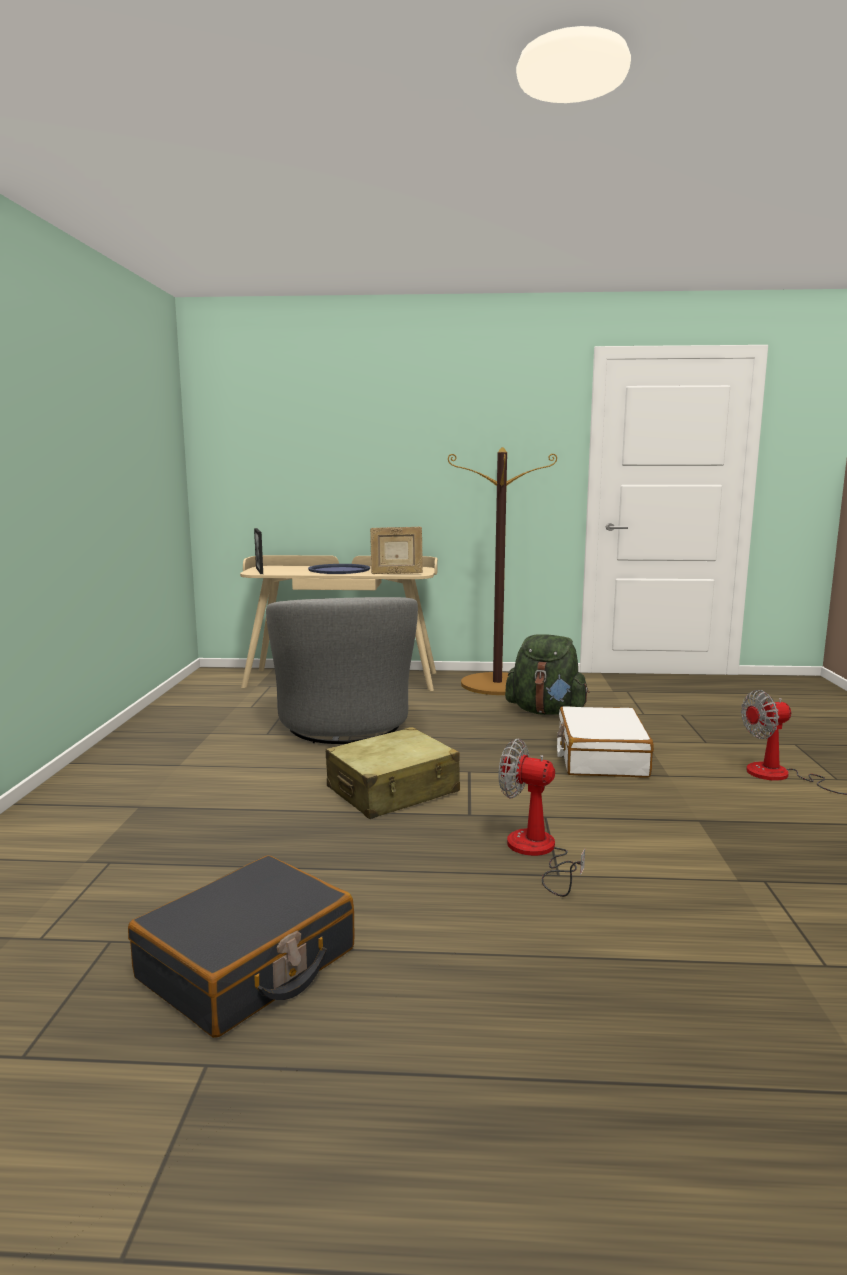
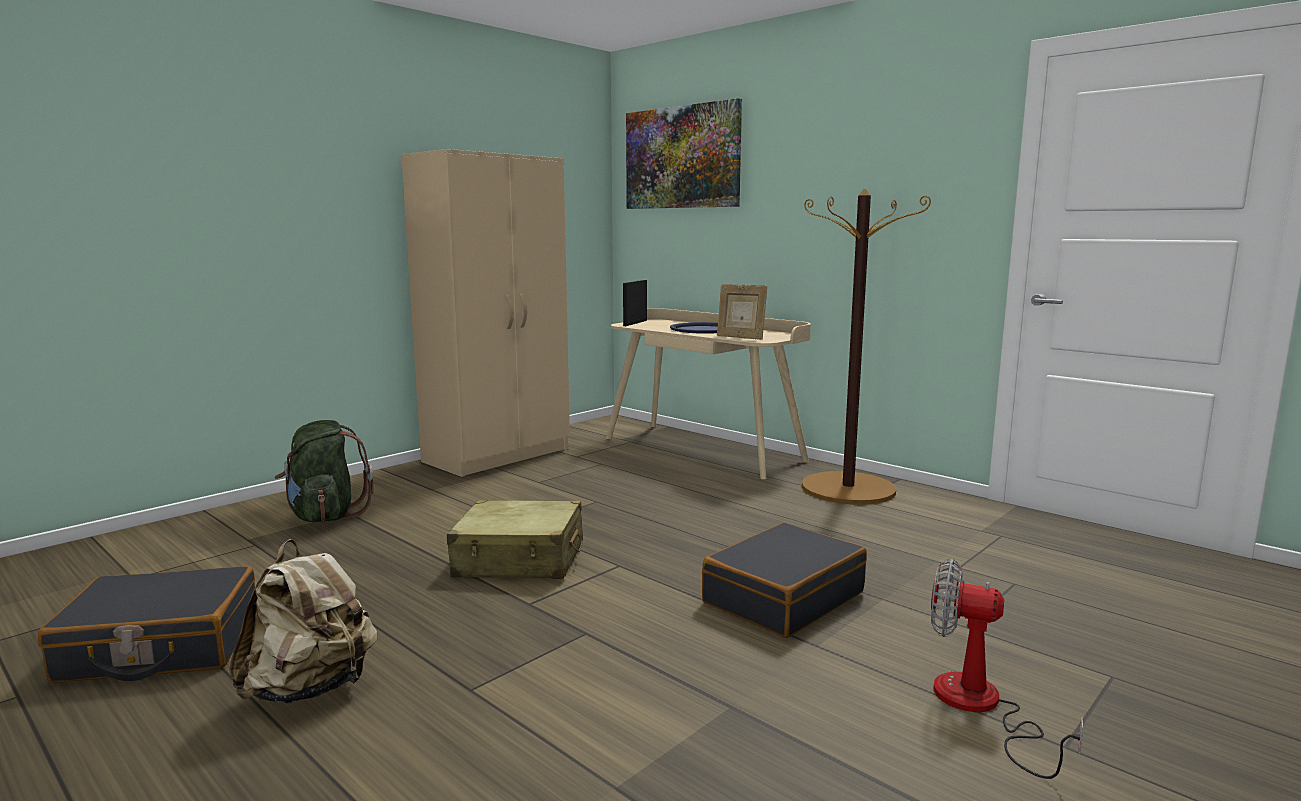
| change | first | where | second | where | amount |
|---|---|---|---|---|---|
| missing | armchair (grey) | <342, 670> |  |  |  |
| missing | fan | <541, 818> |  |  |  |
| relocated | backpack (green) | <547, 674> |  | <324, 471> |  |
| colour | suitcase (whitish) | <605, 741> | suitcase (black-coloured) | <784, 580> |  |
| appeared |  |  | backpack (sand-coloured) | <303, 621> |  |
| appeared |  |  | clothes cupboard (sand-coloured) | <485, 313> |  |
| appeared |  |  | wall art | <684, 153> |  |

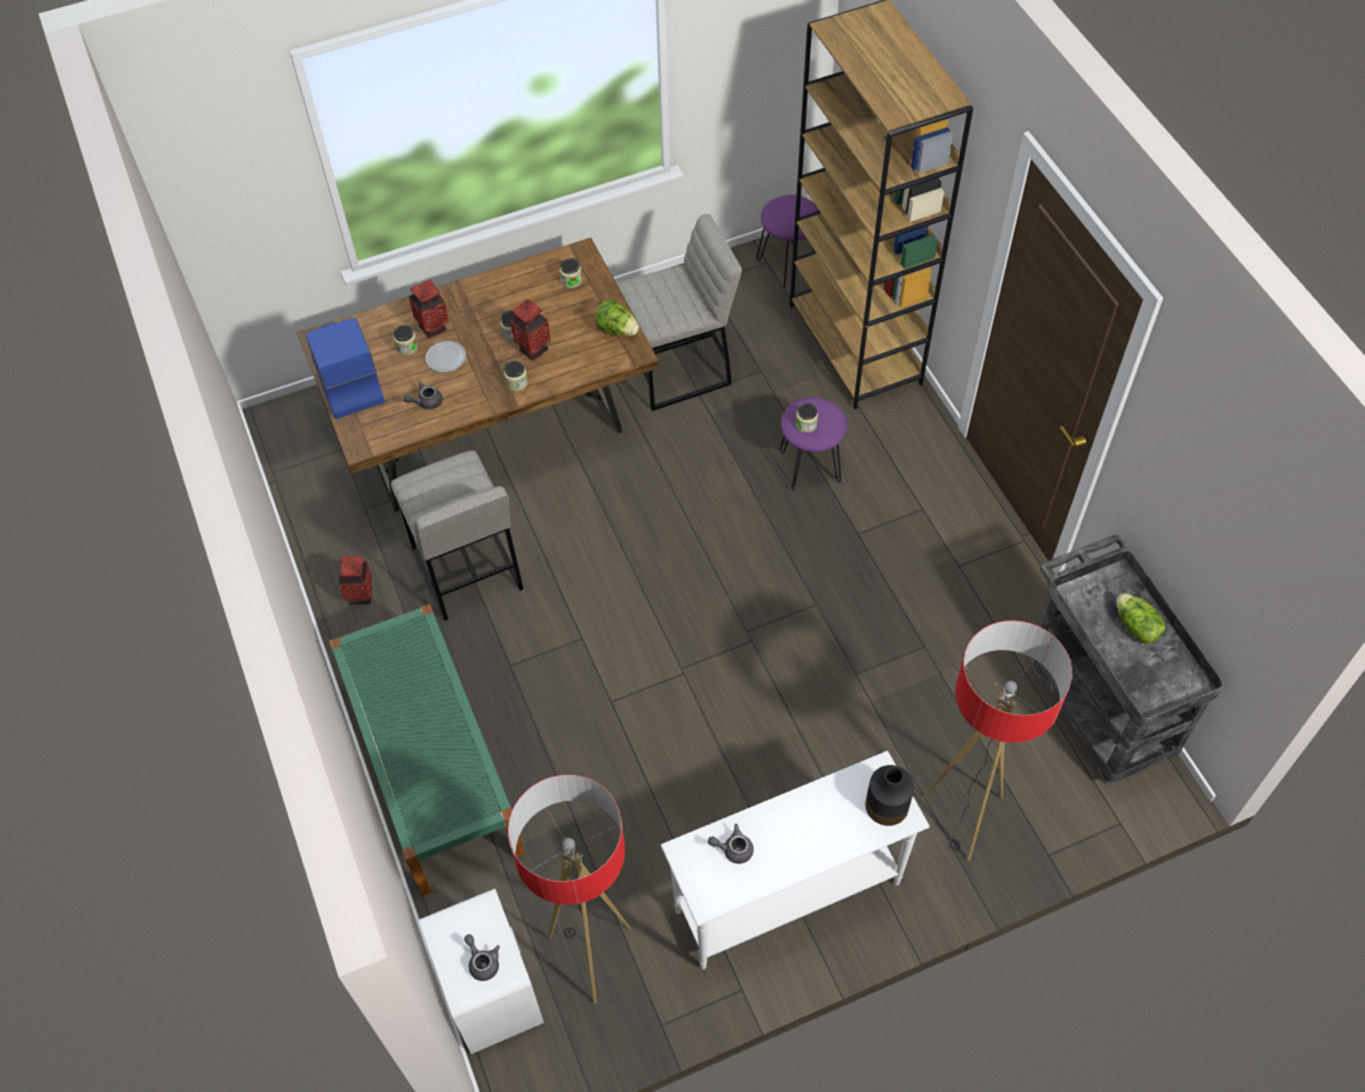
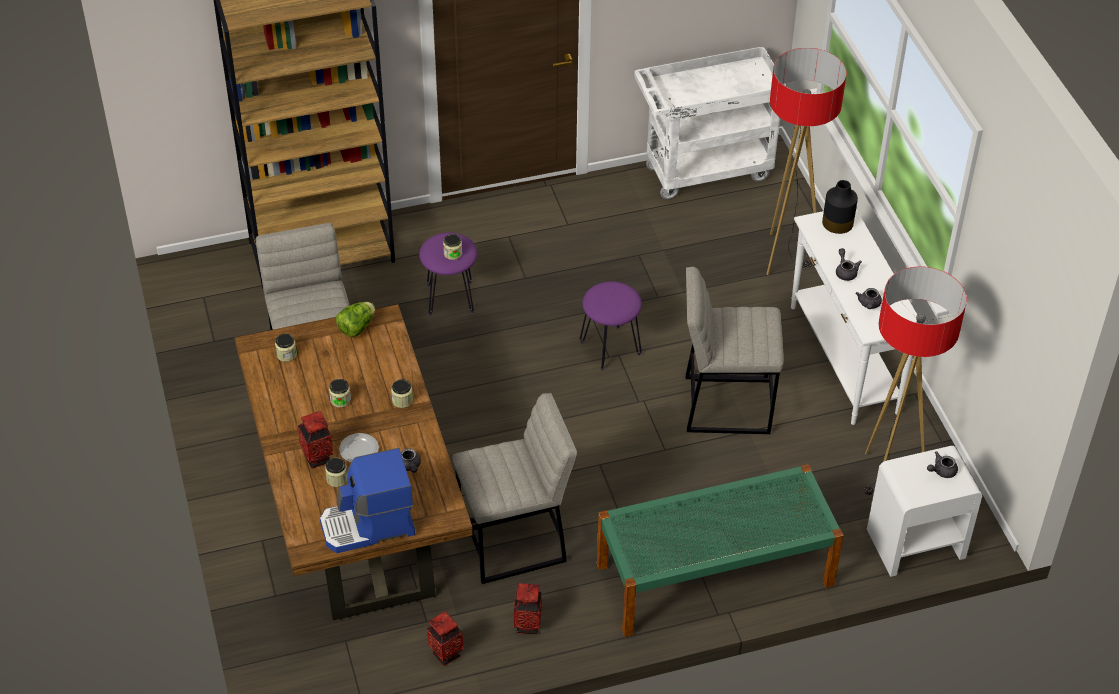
| change | first | where | second | where | amount |
|---|---|---|---|---|---|
| relocated | vase | <530, 330> |  | <445, 638> |  |
| relocated | sitting stool (purple-coloured) | <787, 241> |  | <611, 325> |  |
| colour | trolley (black-coloured) | <1127, 659> | trolley (whitish) | <710, 123> |  |
| missing | lettuce head | <1140, 618> |  |  |  |
| appeared |  |  | plain chair (grey) | <735, 350> |  |
| appeared |  |  | teapot (grey) | <849, 264> |  |

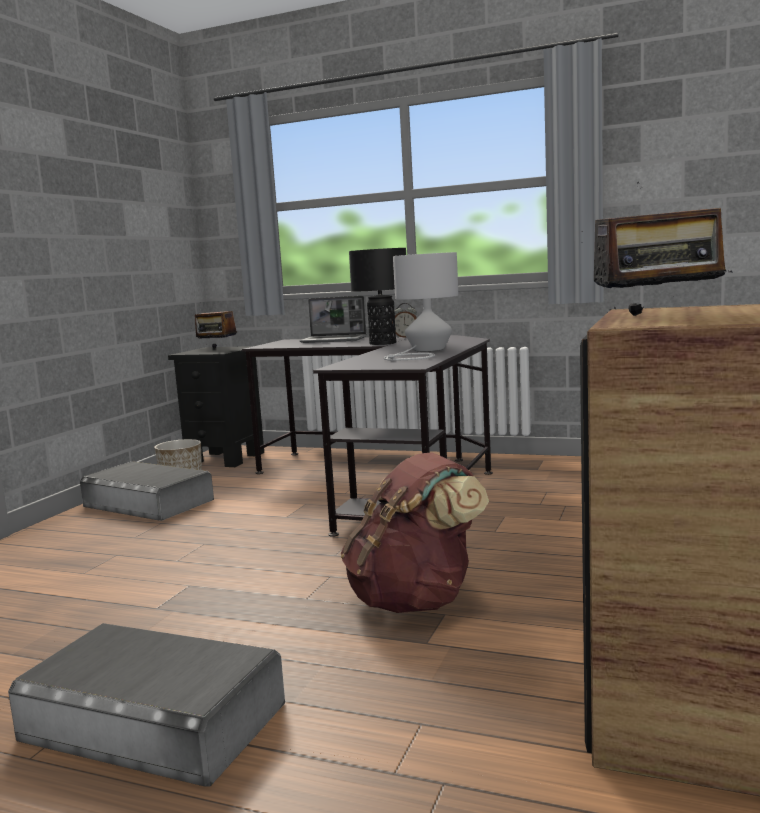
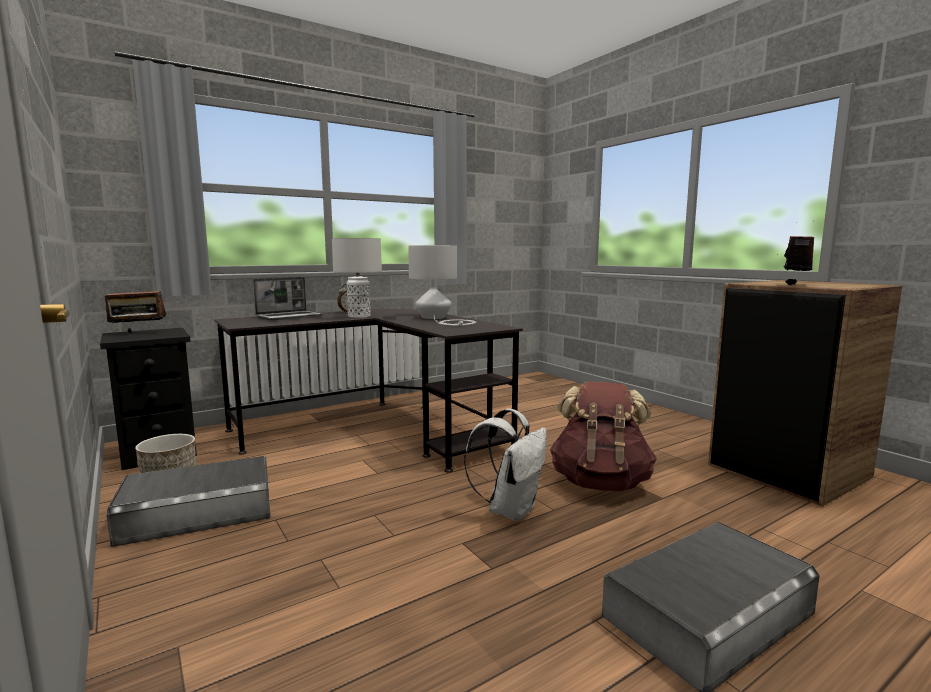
| change | first | where | second | where | amount |
|---|---|---|---|---|---|
| colour | lamp for a table (black-coloured) | <377, 296> | lamp for a table (whitish) | <357, 278> |  |
| appeared |  |  | backpack (whitish) | <505, 465> |  |

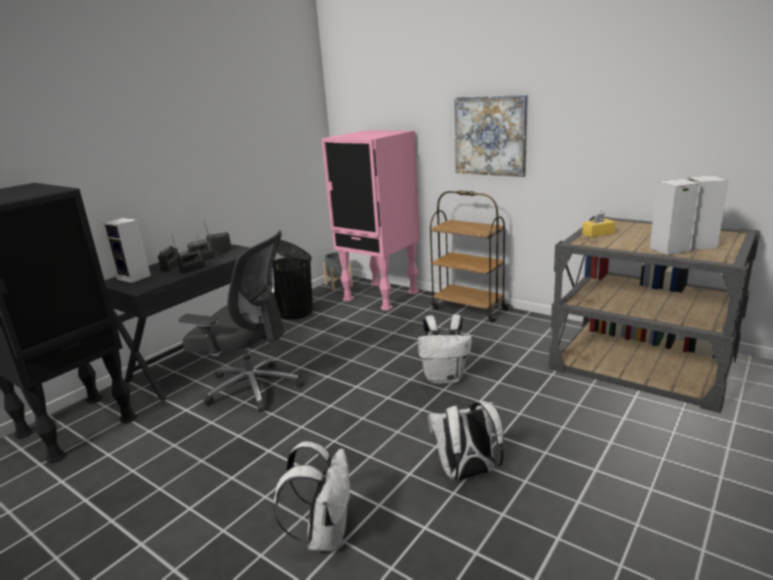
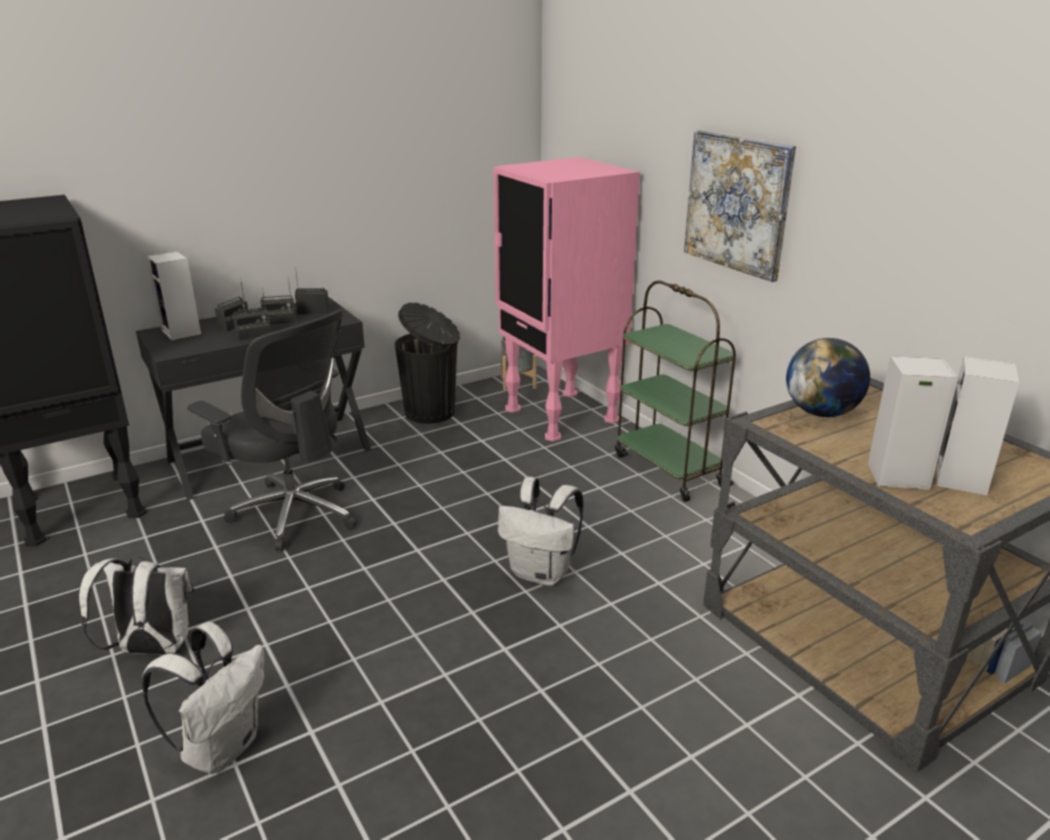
| change | first | where | second | where | amount |
|---|---|---|---|---|---|
| relocated | backpack (whitish) | <466, 441> |  | <136, 606> |  |
| colour | trolley (brownish) | <471, 256> | trolley (green) | <675, 391> |  |
| exchanged | box of tissues (yellow-coloured) | <599, 224> | world globe | <828, 377> |  |

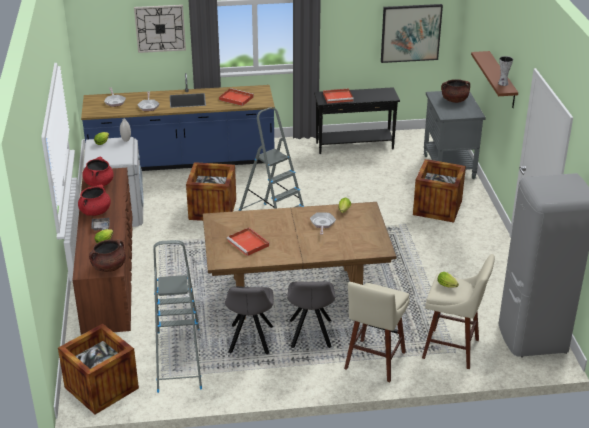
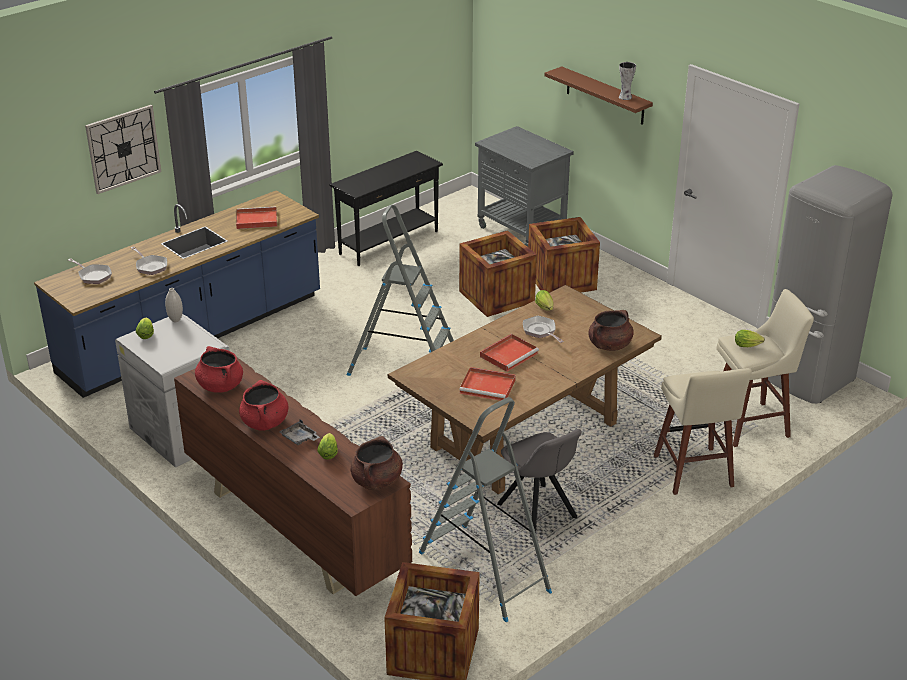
| change | first | where | second | where | amount |
|---|---|---|---|---|---|
| relocated | packing crate | <211, 191> |  | <498, 273> |  |
| missing | plain chair (grey) | <311, 314> |  |  |  |
| relocated | carrying tray (red) | <338, 95> |  | <509, 353> |  |
| missing | wall art | <412, 33> |  |  |  |
| relocated | stockpot (brownish) | <455, 91> |  | <611, 330> |  |

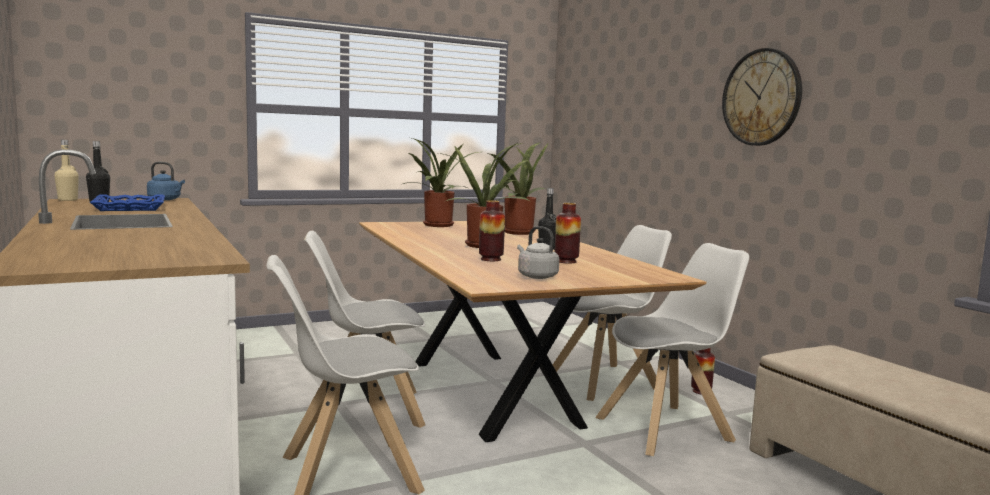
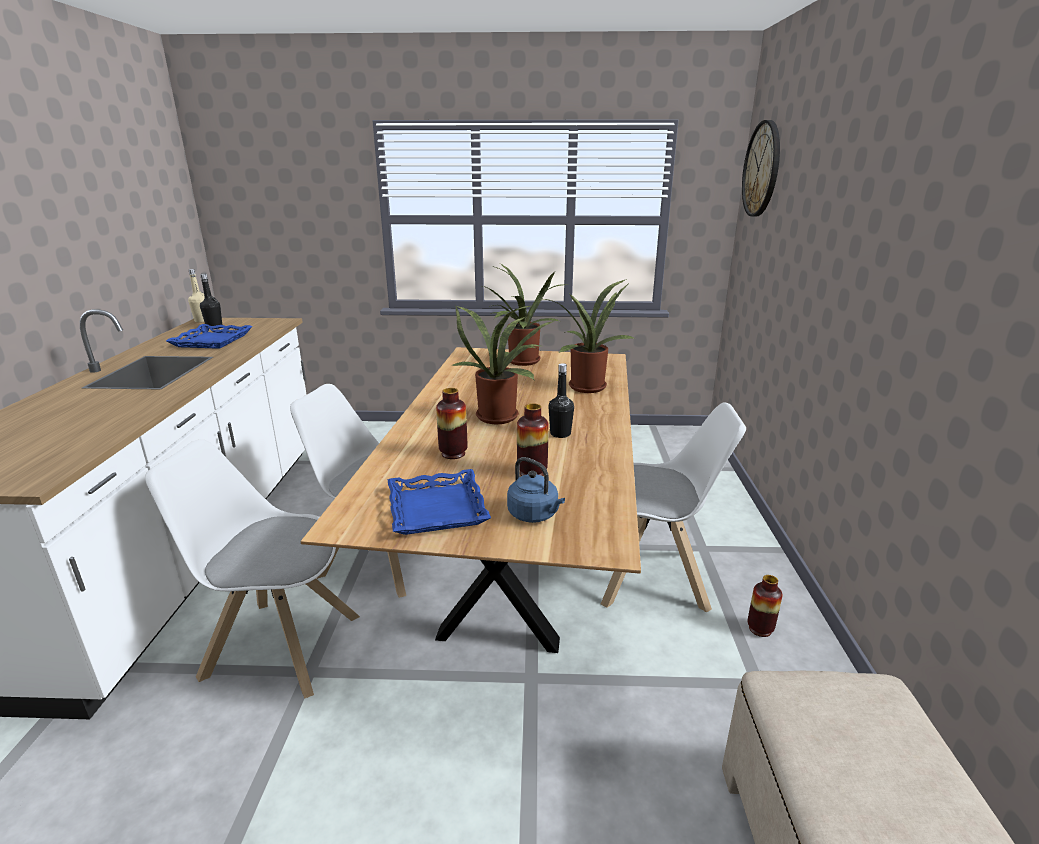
| change | first | where | second | where | amount |
|---|---|---|---|---|---|
| relocated | water kettle (blue) | <166, 181> |  | <536, 490> |  |
| exchanged | water kettle (grey) | <538, 252> | carrying tray (blue) | <439, 502> |  |
| missing | plain chair | <672, 349> |  |  |  |
| relocated | hanging clock | <762, 97> |  | <761, 168> |  |

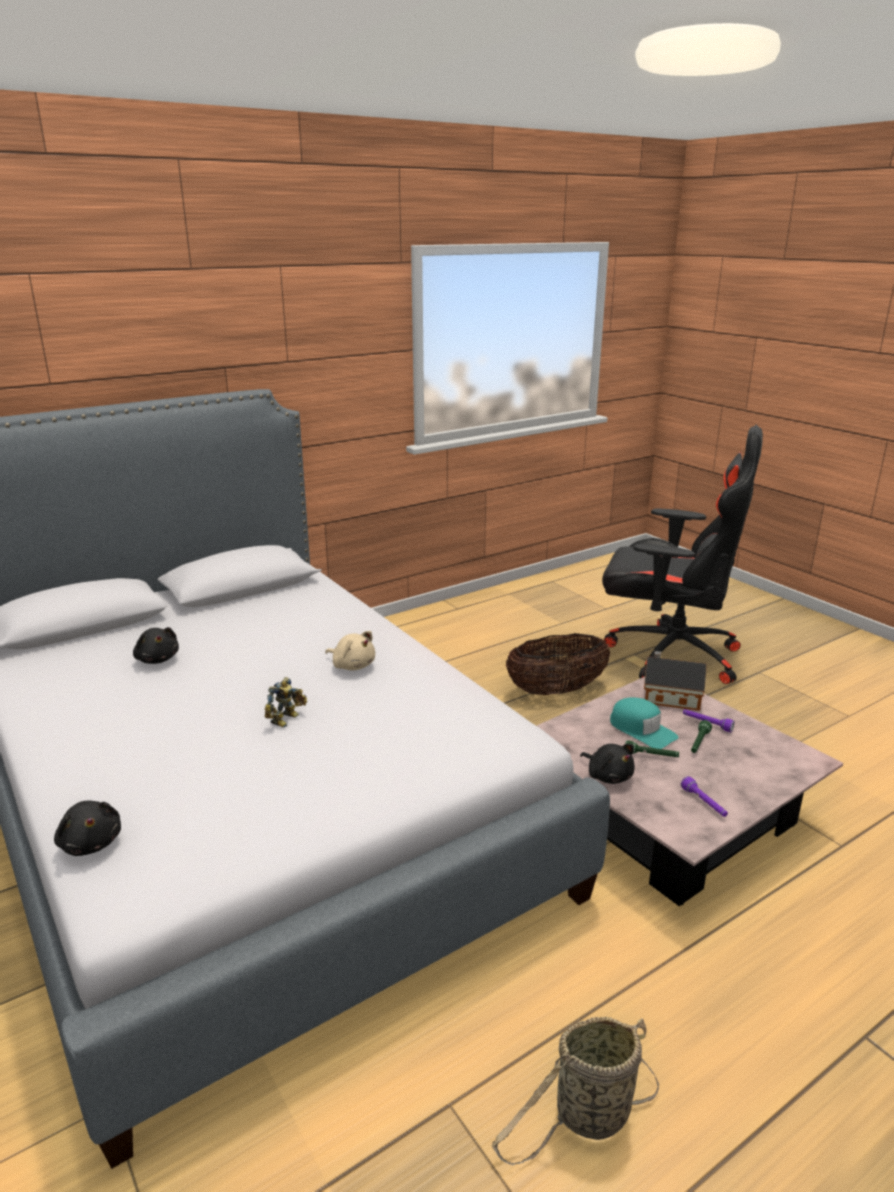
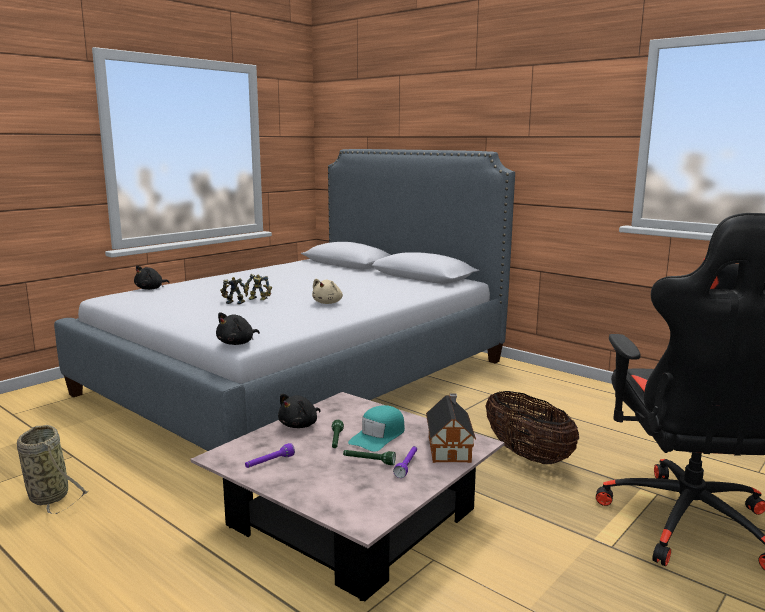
| change | first | where | second | where | amount |
|---|---|---|---|---|---|
| relocated | cuddly toy (black-coloured) | <156, 645> |  | <238, 328> |  |
| appeared |  |  | robot figure | <234, 290> |  |

